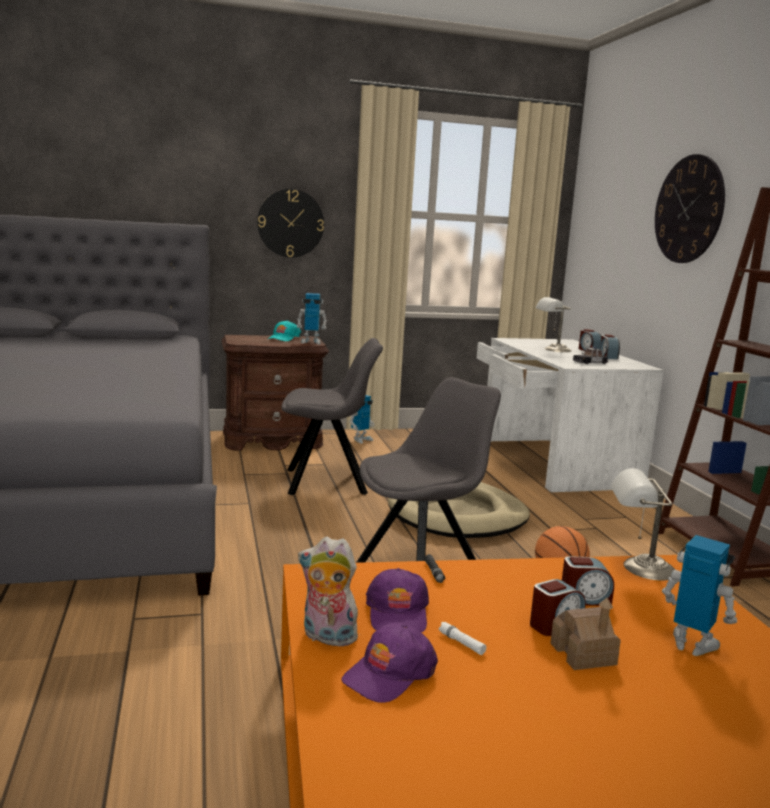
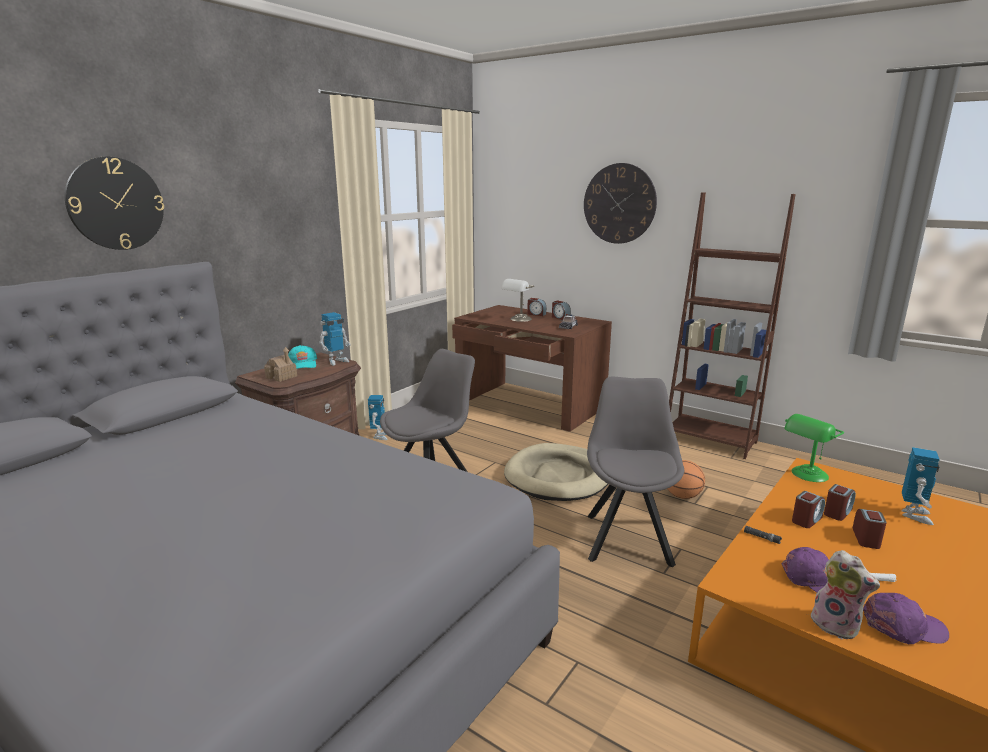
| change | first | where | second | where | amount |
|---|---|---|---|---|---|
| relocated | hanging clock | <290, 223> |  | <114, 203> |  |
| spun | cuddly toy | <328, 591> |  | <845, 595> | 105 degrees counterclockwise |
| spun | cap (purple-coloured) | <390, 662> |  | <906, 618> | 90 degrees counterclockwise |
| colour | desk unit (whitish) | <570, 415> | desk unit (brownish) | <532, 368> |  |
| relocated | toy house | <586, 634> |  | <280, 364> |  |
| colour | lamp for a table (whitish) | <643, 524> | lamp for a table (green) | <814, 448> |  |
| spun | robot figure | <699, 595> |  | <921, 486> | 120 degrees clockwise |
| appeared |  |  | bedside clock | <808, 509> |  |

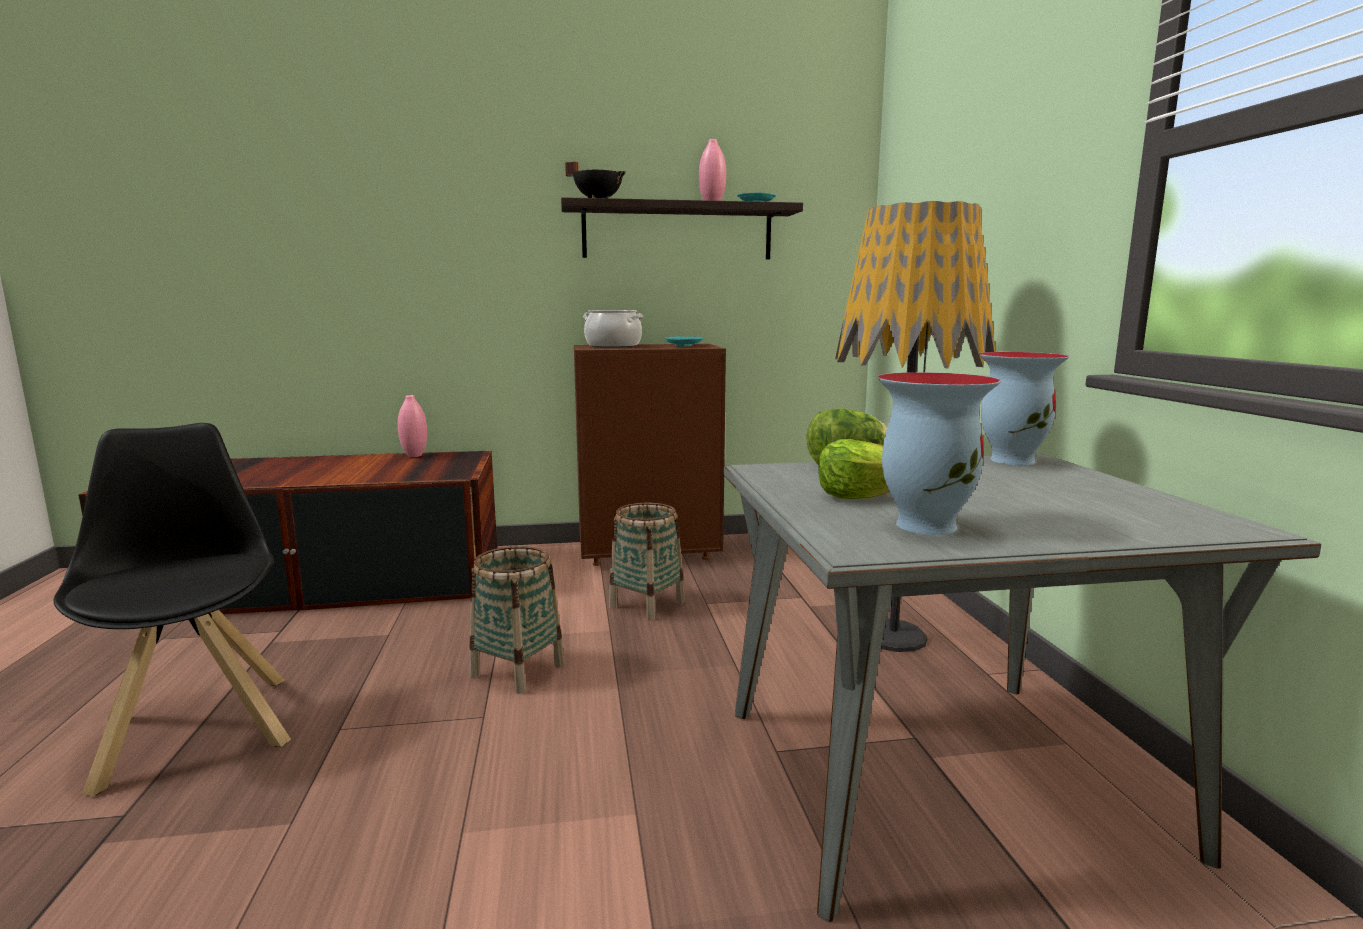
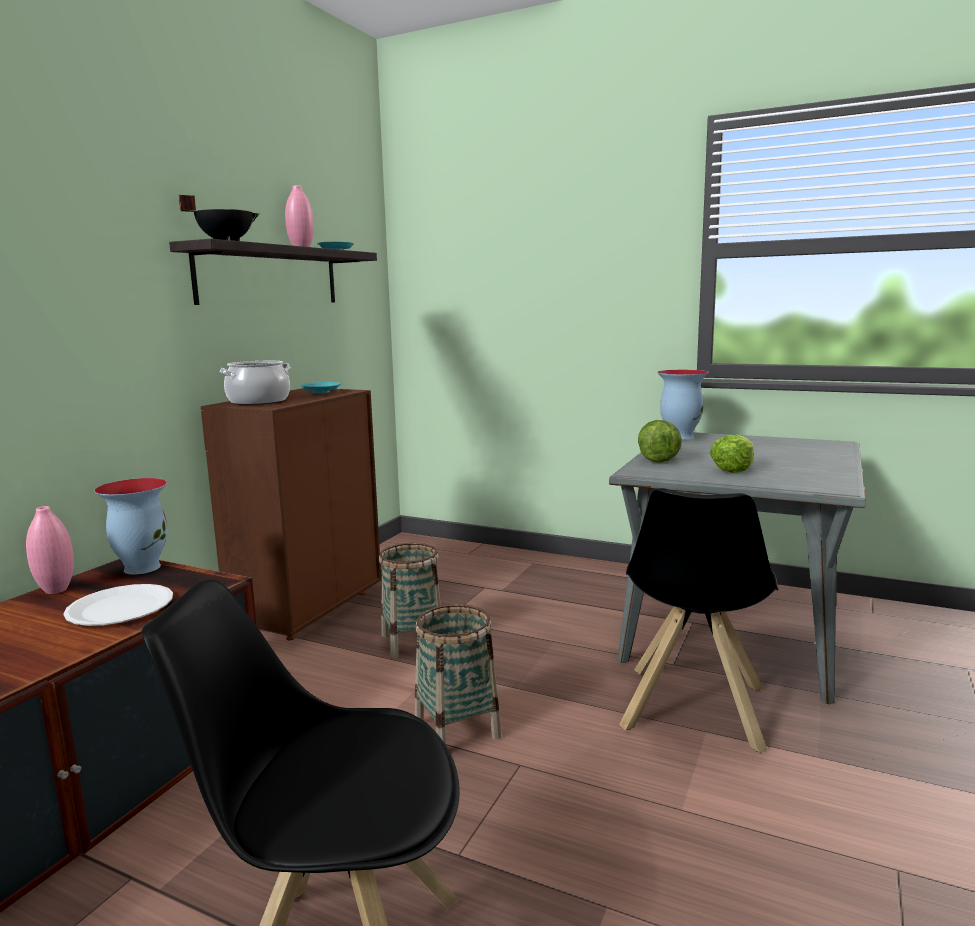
| change | first | where | second | where | amount |
|---|---|---|---|---|---|
| missing | floor lamp | <915, 426> |  |  |  |
| relocated | vase | <939, 453> |  | <130, 526> |  |
| appeared |  |  | flat dish (whitish) | <118, 605> |  |
| appeared |  |  | plain chair (black-coloured) | <698, 620> |  |

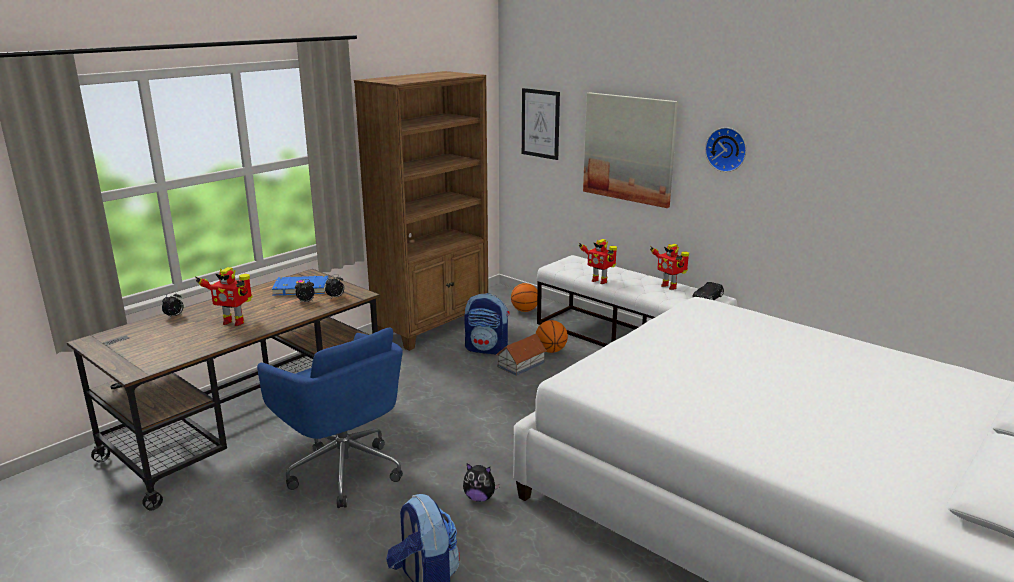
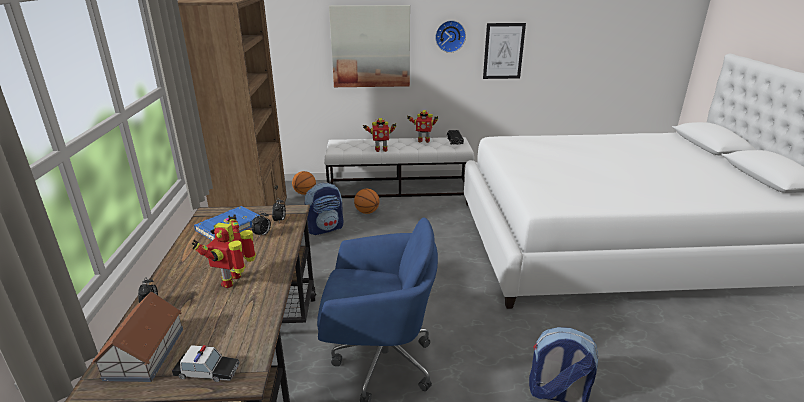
| change | first | where | second | where | amount |
|---|---|---|---|---|---|
| spun | robot figure | <223, 296> |  | <224, 251> | 135 degrees clockwise |
| missing | cuddly toy | <481, 482> |  |  |  |
| relocated | toy house | <521, 355> |  | <137, 337> |  |
| relocated | wall art | <541, 124> |  | <504, 51> |  |
| appeared |  |  | model car | <206, 363> |  |

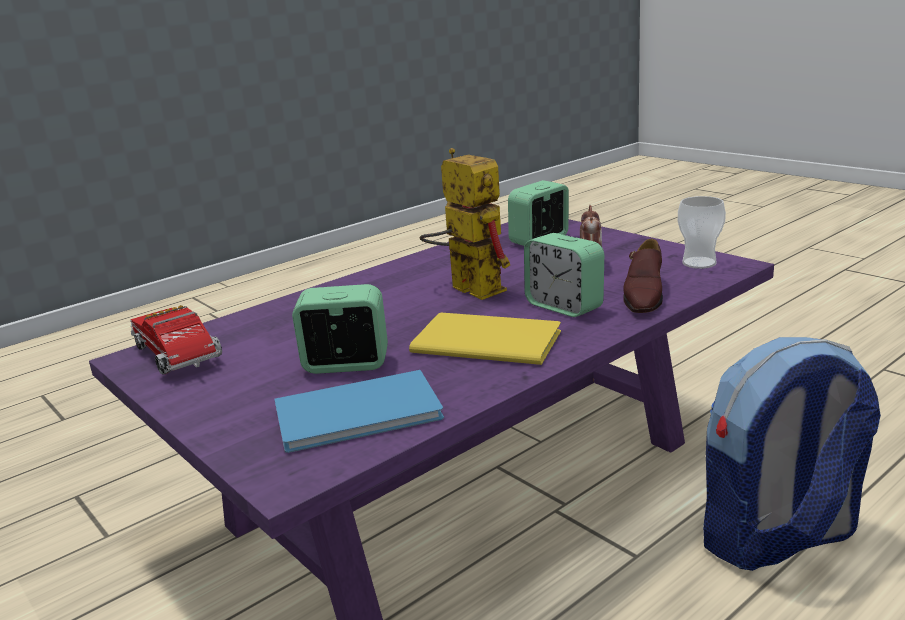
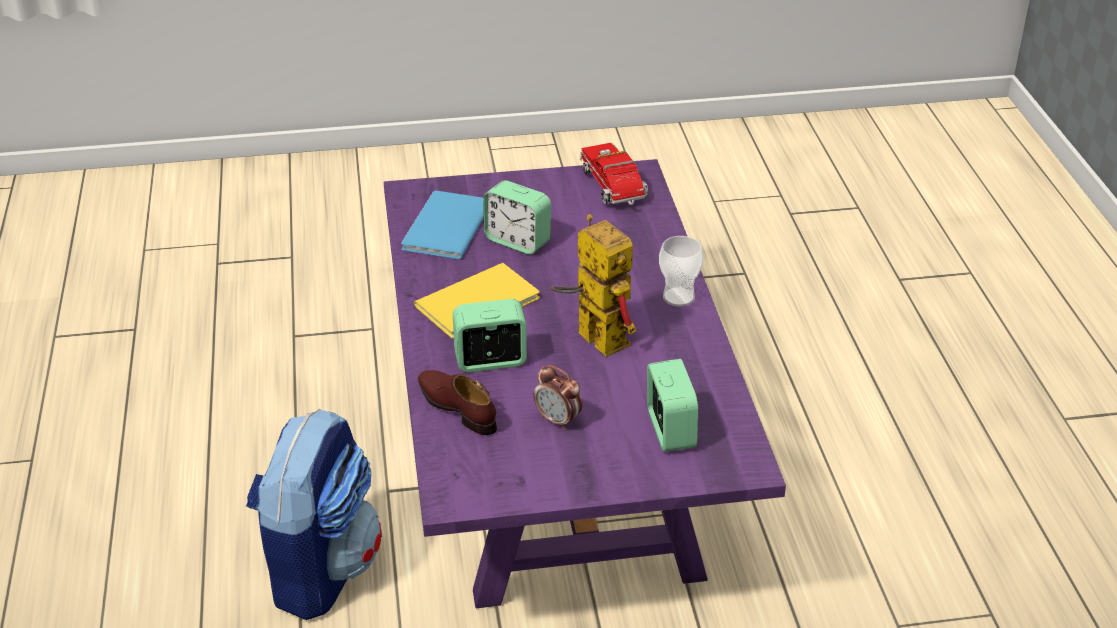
| change | first | where | second | where | amount |
|---|---|---|---|---|---|
| spun | toy truck | <176, 340> |  | <614, 174> | 105 degrees counterclockwise |
| spun | bedside clock | <340, 329> |  | <517, 217> | 90 degrees clockwise |
| spun | robot figure | <465, 224> |  | <593, 285> | 120 degrees counterclockwise |
| relocated | drinking cup | <702, 232> |  | <681, 271> |  |

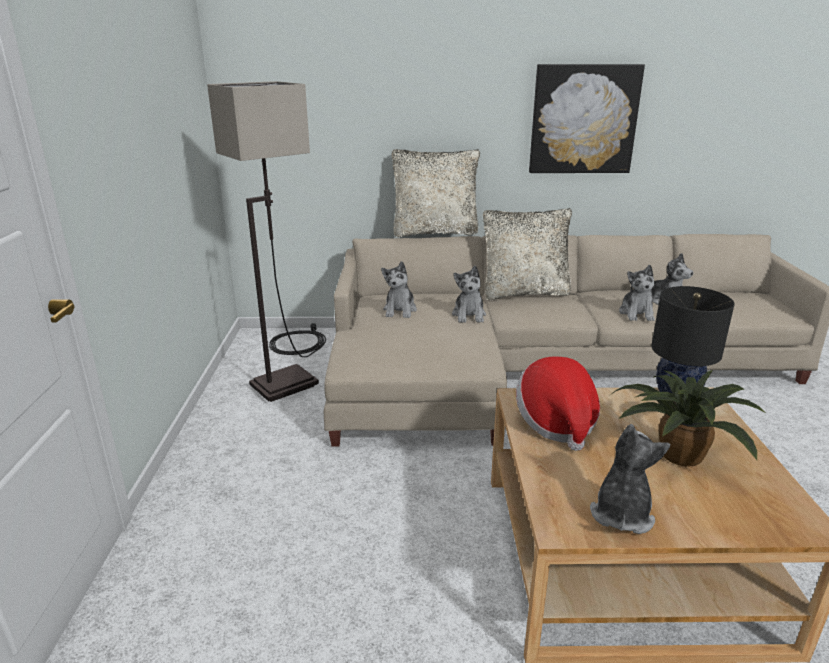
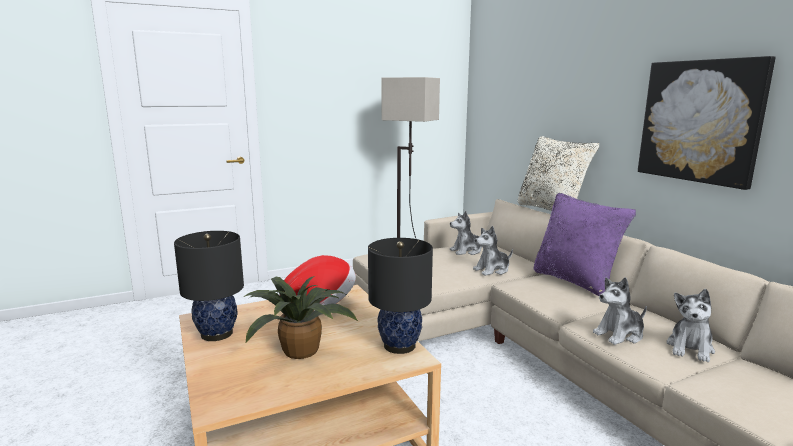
| change | first | where | second | where | amount |
|---|---|---|---|---|---|
| colour | pillow (sand-coloured) | <527, 254> | pillow (purple-coloured) | <585, 244> |  |
| exchanged | cuddly toy | <630, 479> | lamp for a table (black-coloured) | <209, 286> |  |

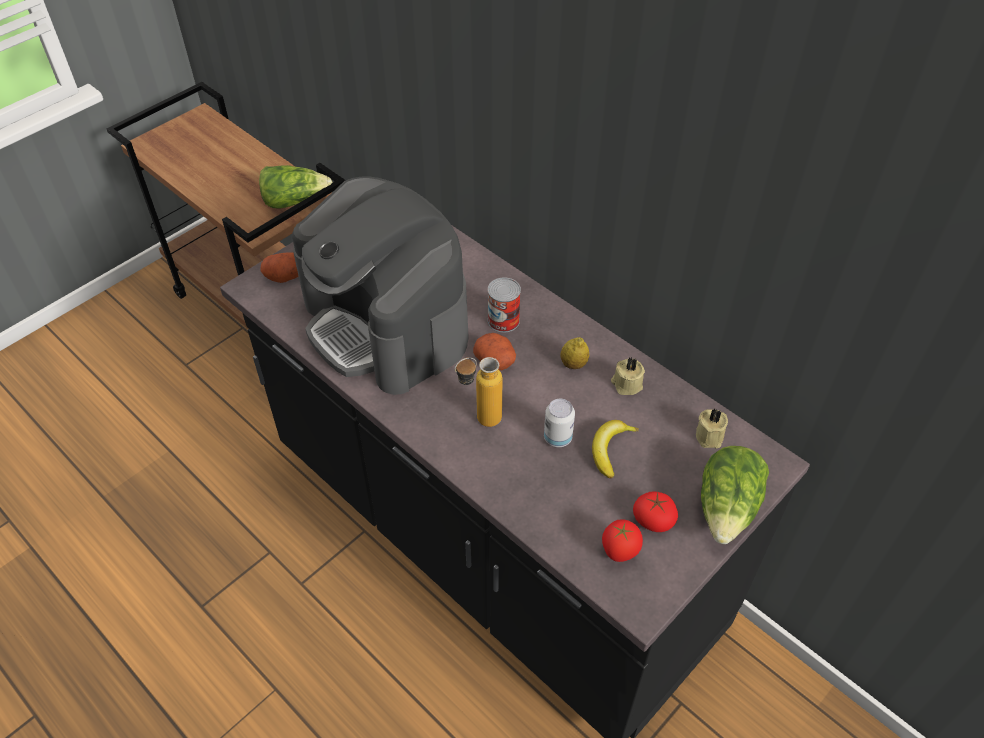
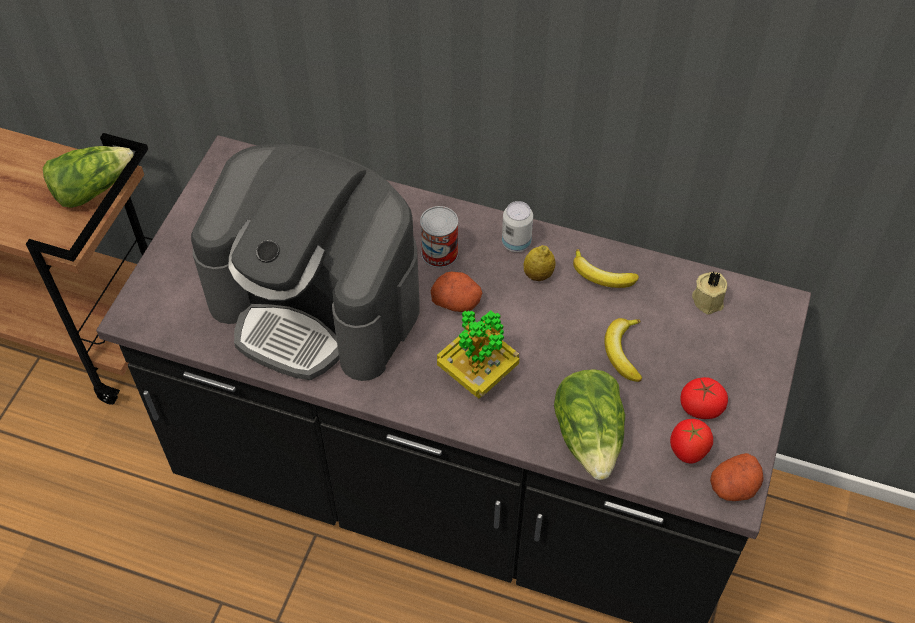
| change | first | where | second | where | amount |
|---|---|---|---|---|---|
| relocated | spud | <279, 267> |  | <736, 477> |  |
| exchanged | beverage bottle | <479, 392> | houseplant | <478, 354> |  |
| relocated | sealed can | <559, 423> |  | <517, 226> |  |
| exchanged | candle (sand-coloured) | <628, 376> | whole banana | <606, 268> |  |
| relocated | lettuce head | <735, 495> |  | <589, 424> |  |

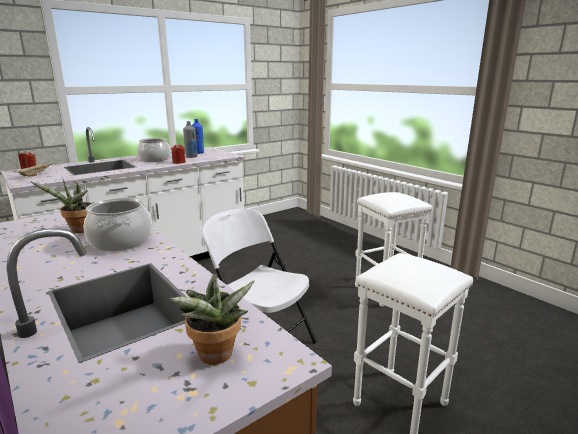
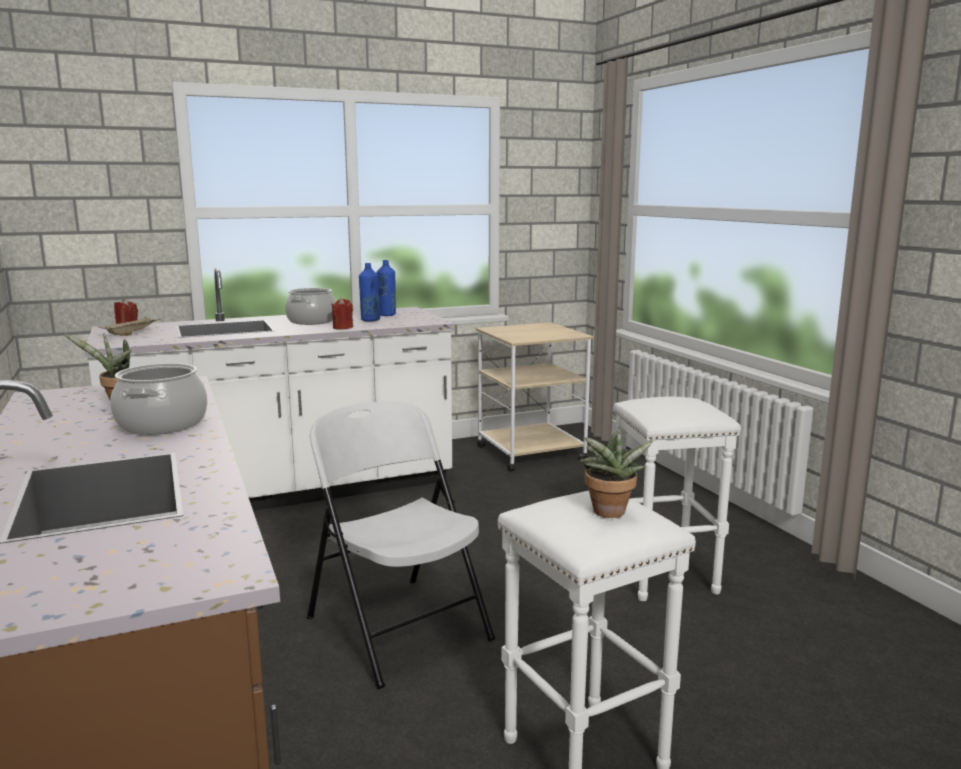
| change | first | where | second | where | amount |
|---|---|---|---|---|---|
| relocated | houseplant | <211, 319> |  | <616, 472> |  |
| colour | beverage bottle (grey) | <190, 139> | beverage bottle (blue) | <369, 292> |  |
| appeared |  |  | trolley (sand-coloured) | <535, 397> |  |

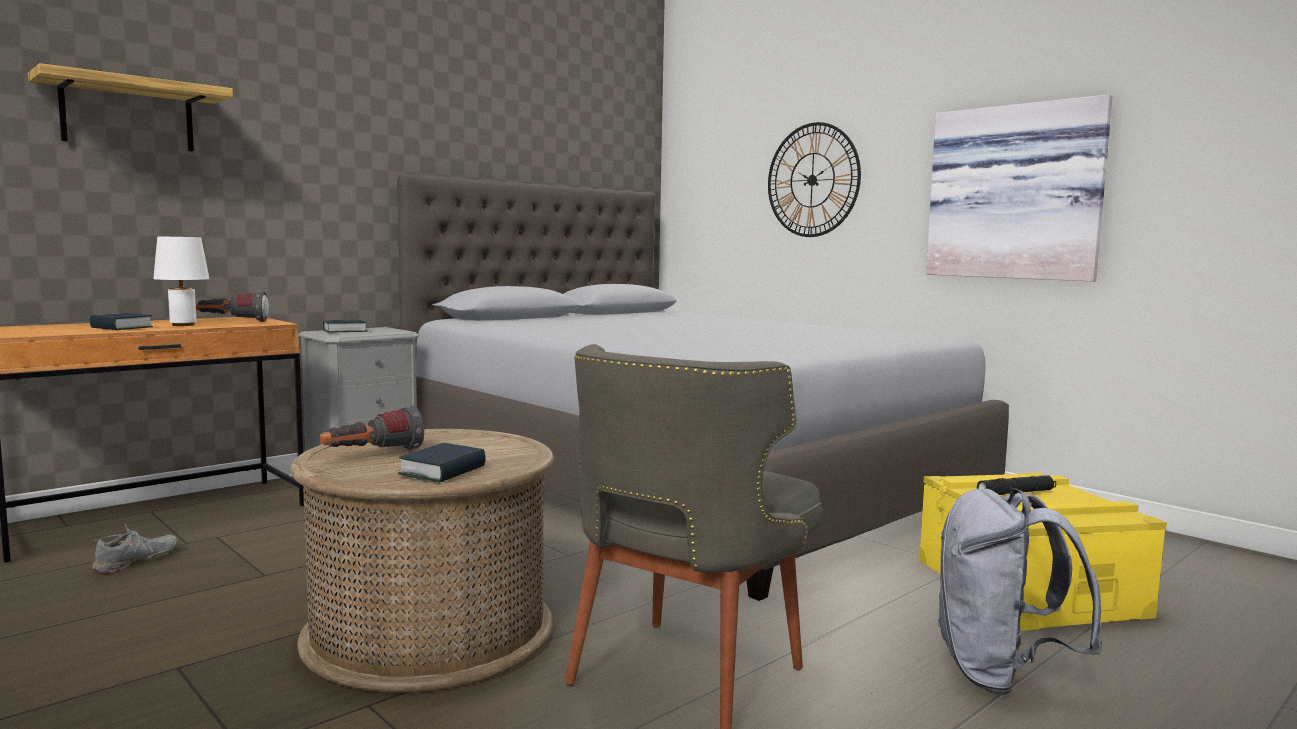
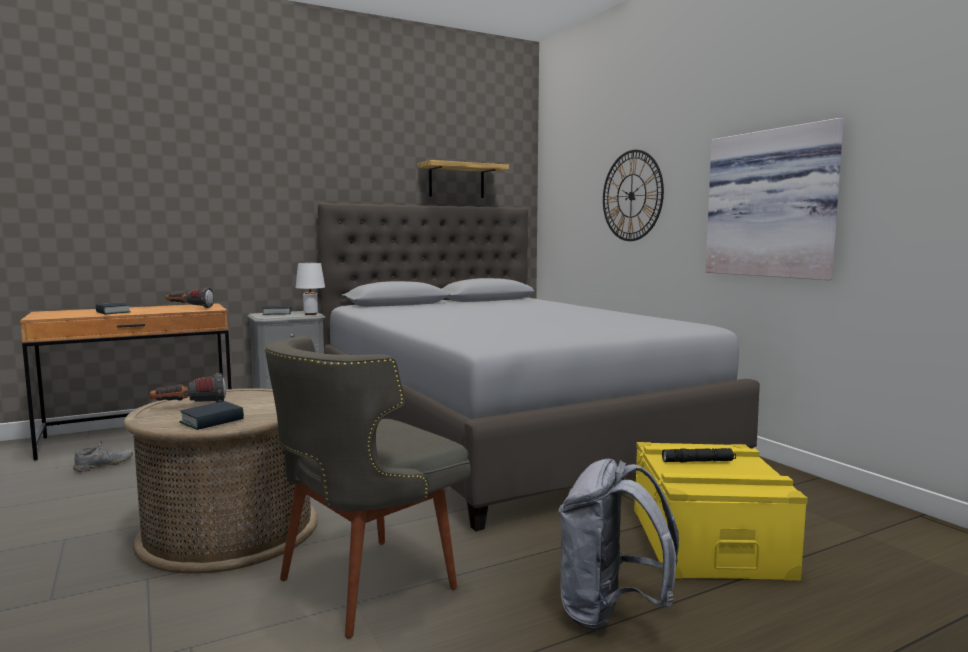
| change | first | where | second | where | amount |
|---|---|---|---|---|---|
| relocated | shelf | <130, 107> |  | <463, 179> |  |
| relocated | lamp for a table (whitish) | <181, 281> |  | <310, 289> |  |

